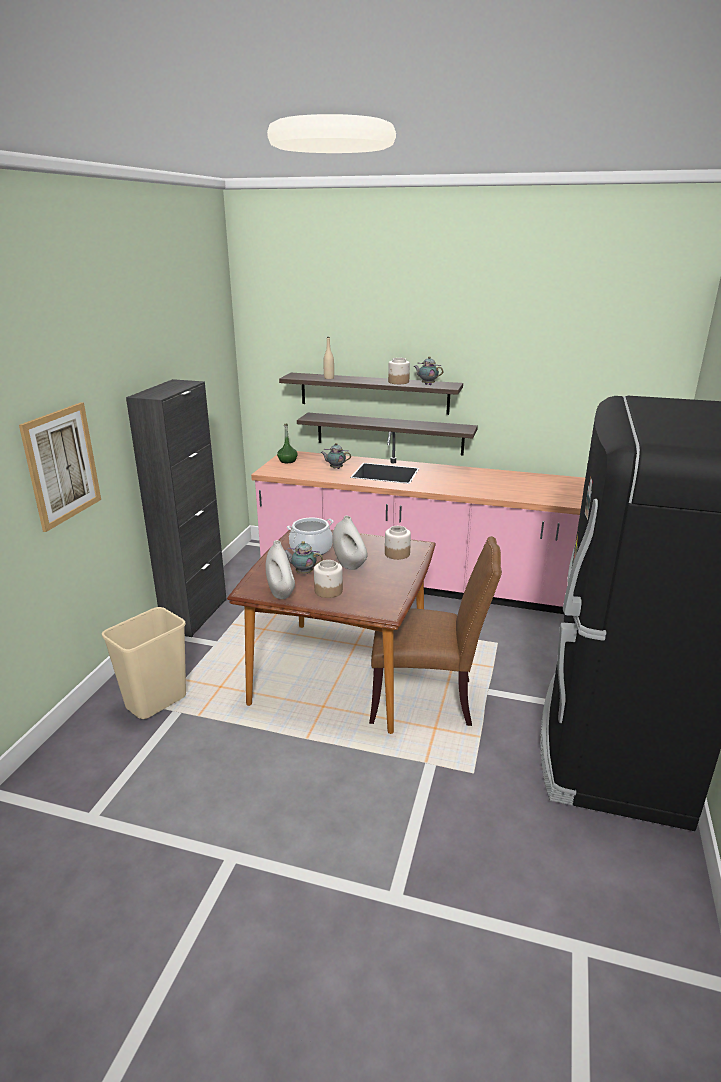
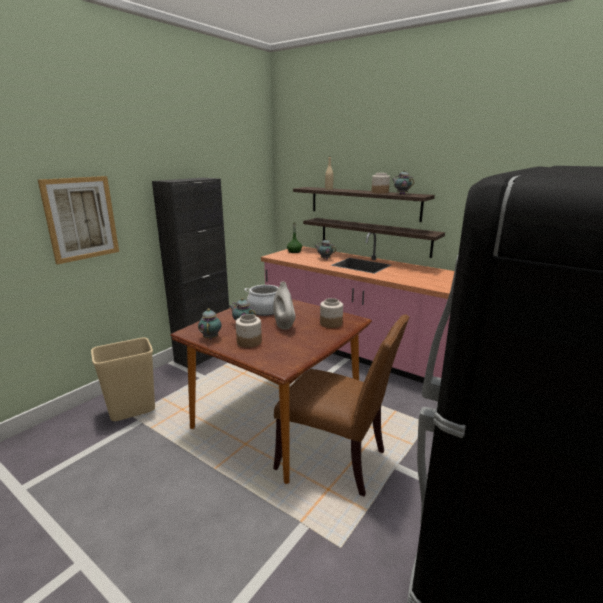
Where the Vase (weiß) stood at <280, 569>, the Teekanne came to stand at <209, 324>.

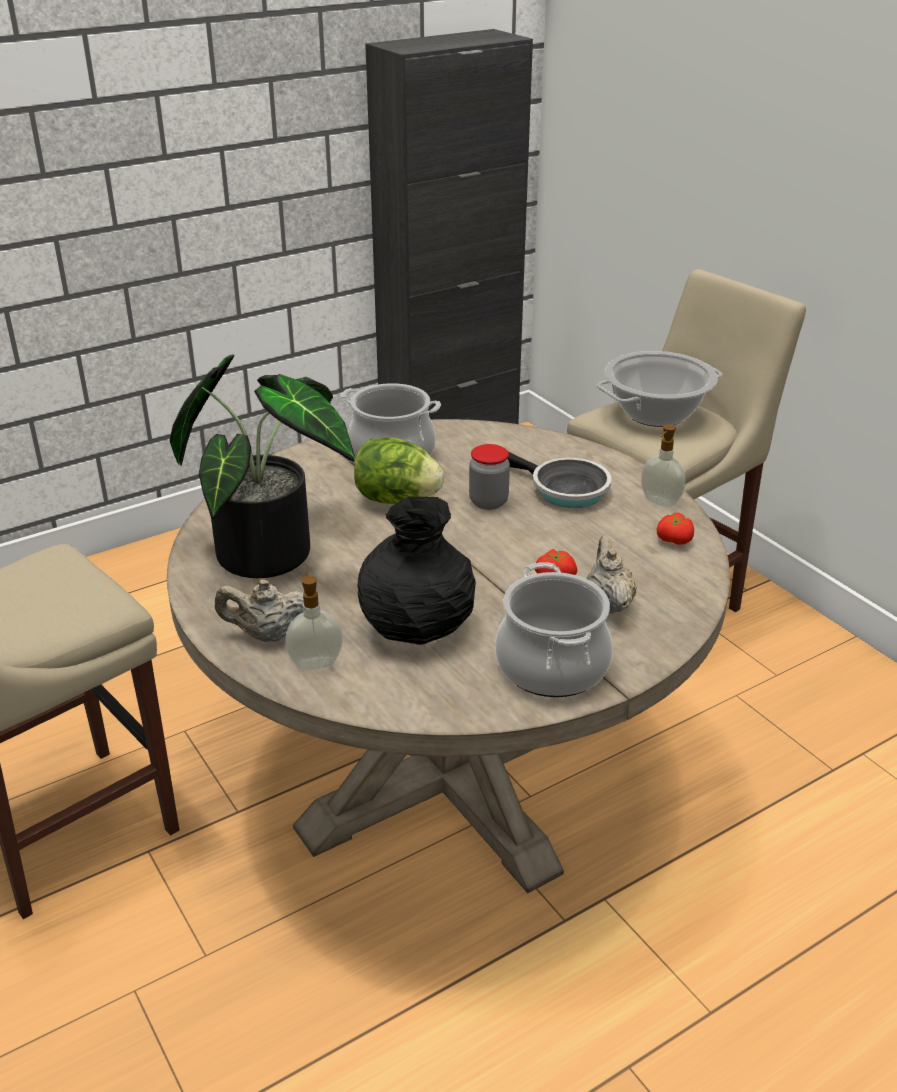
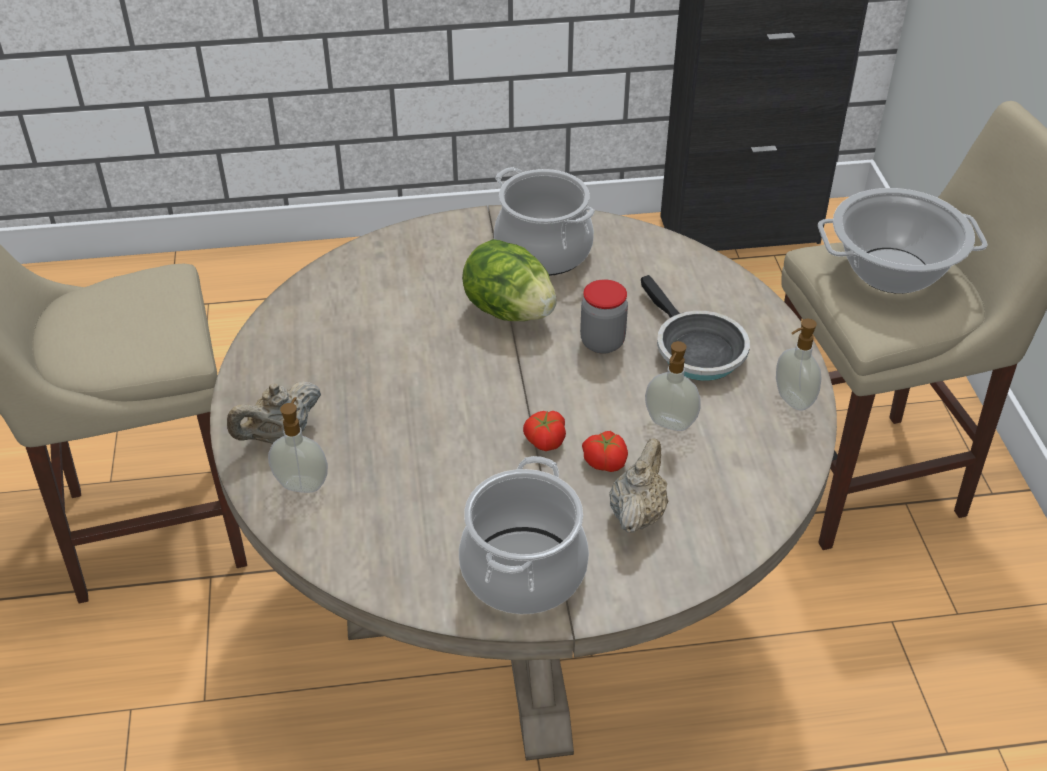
The second view lost the Topfpflanze at <262, 466>.
The second view lost the Vase (schwarz) at <416, 571>.
The Tomate ended up elsewhere, having gone from <675, 529> to <544, 431>.
The Teekanne (beige) at <259, 611> ended up facing another way, 60 degrees counterclockwise from before.
The second view gained the Seifenspender at <673, 386>.

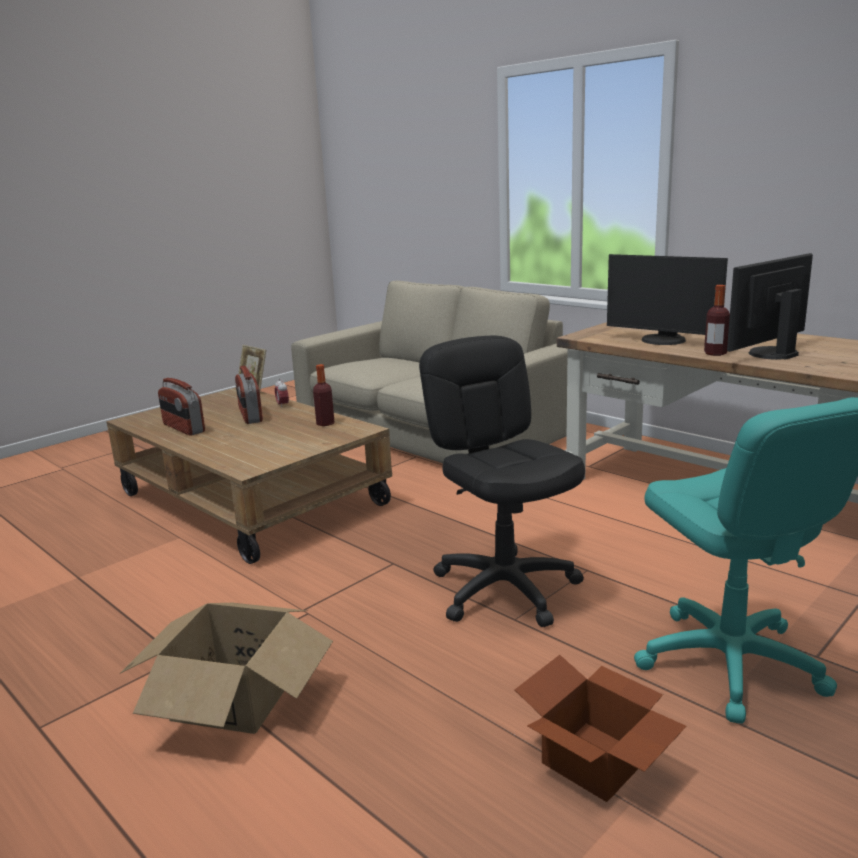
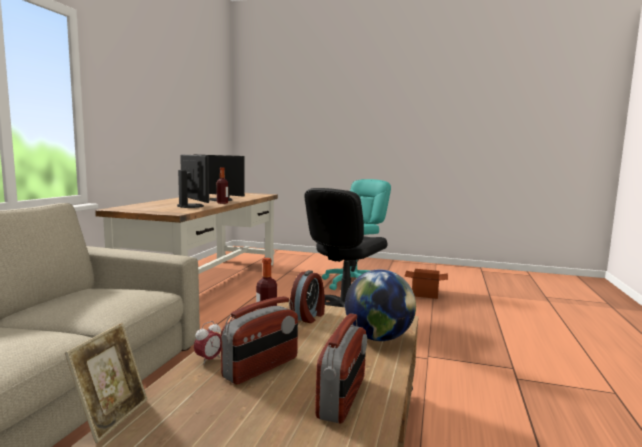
The Monitor at <667, 299> ended up facing another way, 45 degrees counterclockwise from before.
The second view lost the Karton at <226, 668>.
The second view gained the Globus at <380, 305>.
The second view gained the Wecker at <307, 296>.

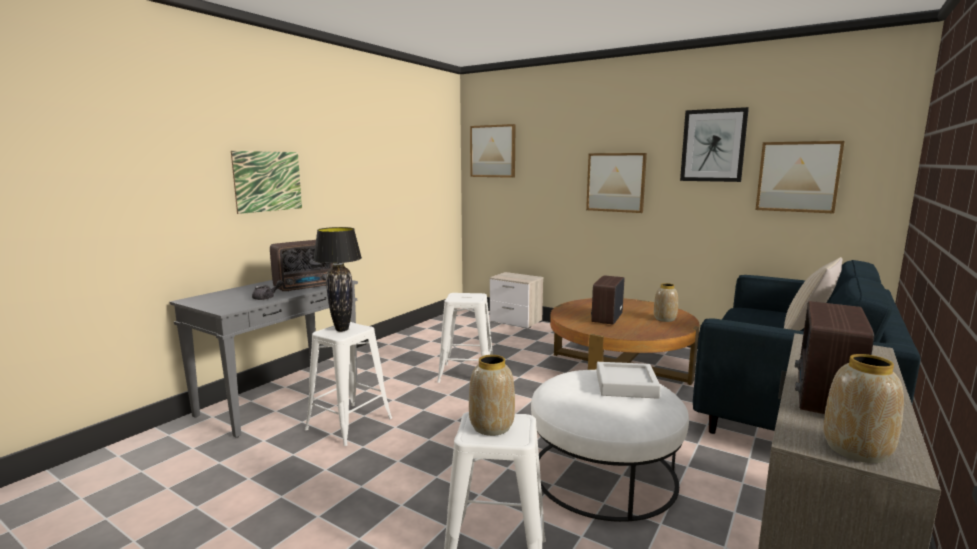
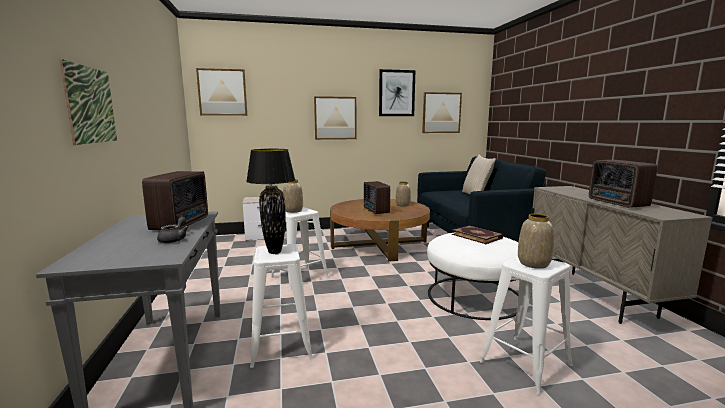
The Vase ended up elsewhere, having gone from <863, 408> to <293, 196>.
Where the Tablett (grau) stood at <628, 380>, the Buch came to stand at <477, 235>.

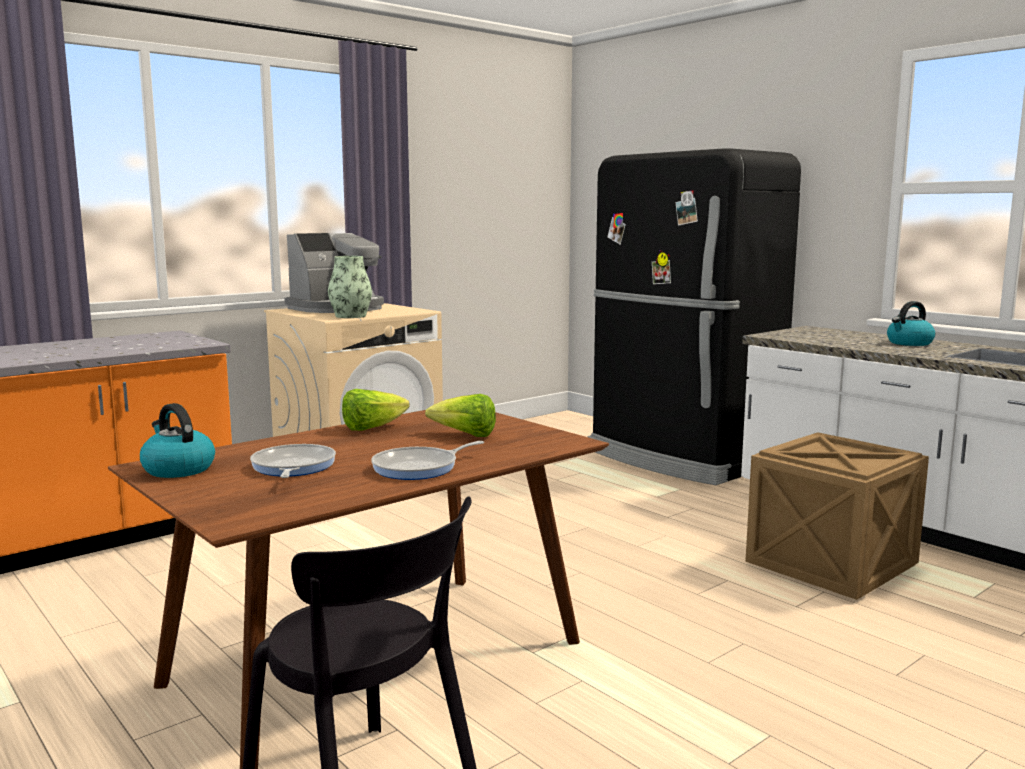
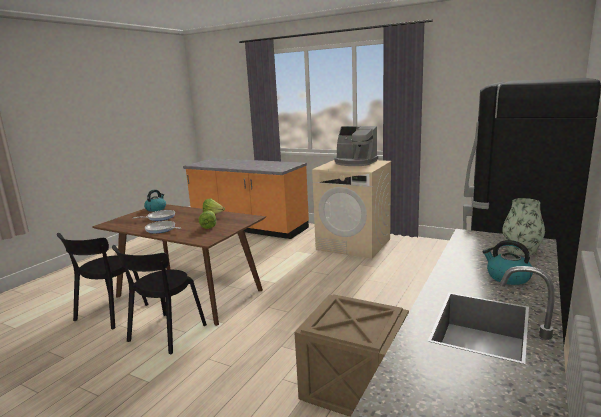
The Vase ended up elsewhere, having gone from <350, 287> to <523, 227>.
The second view gained the Stuhl (schwarz) at <159, 299>.

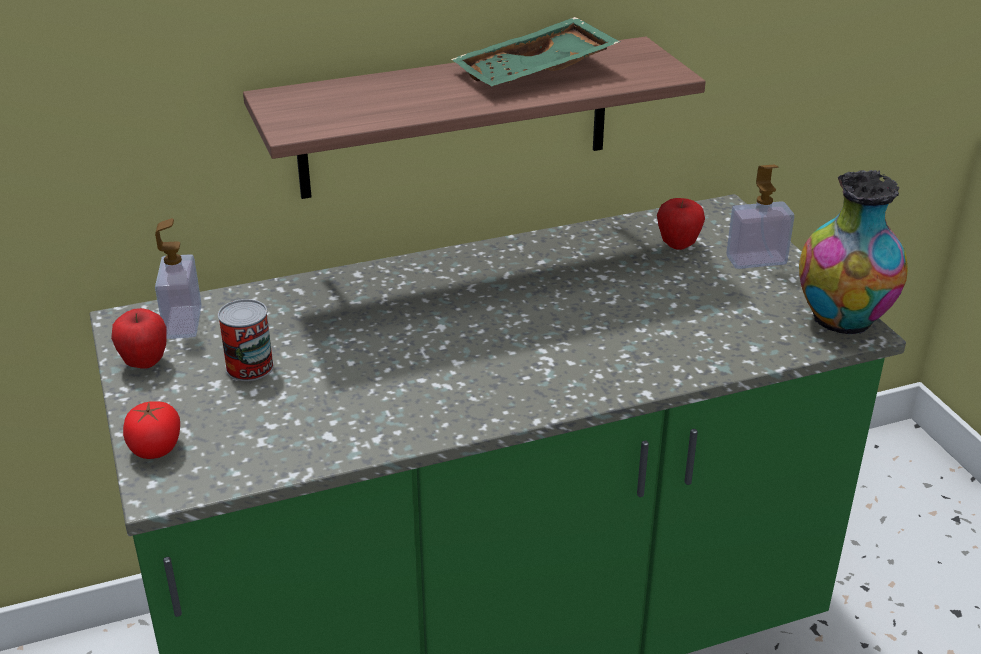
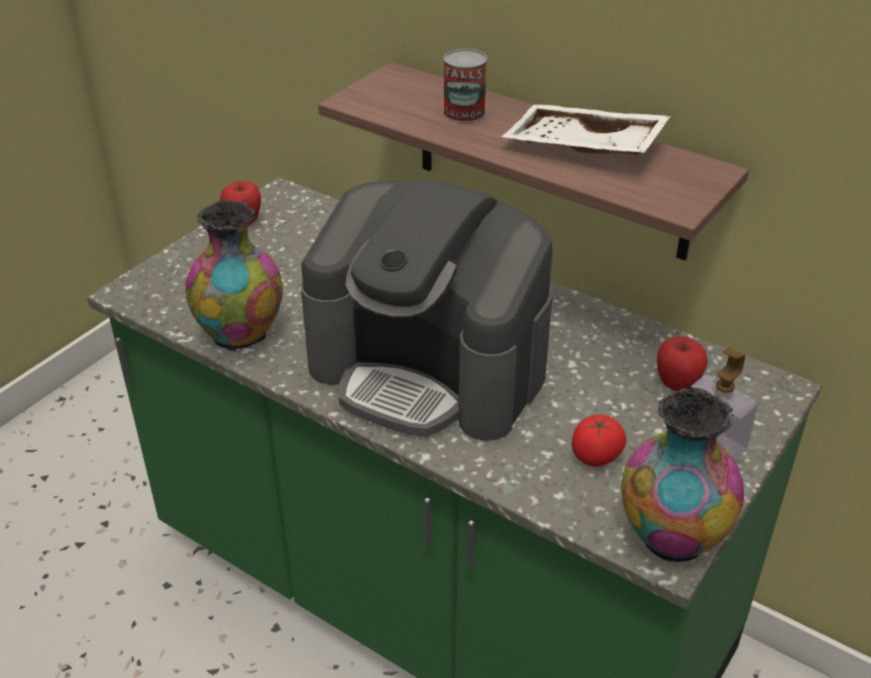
What was the Tablett (grün) at <535, 51> turned into the Tablett (weiß) at <586, 129>.
The second view lost the Seifenspender at <178, 278>.
The Dose ended up elsewhere, having gone from <246, 340> to <465, 86>.
The Tomate ended up elsewhere, having gone from <151, 430> to <598, 440>.
The second view gained the Kaffeemaschine at <427, 310>.
The second view gained the Vase at <234, 276>.

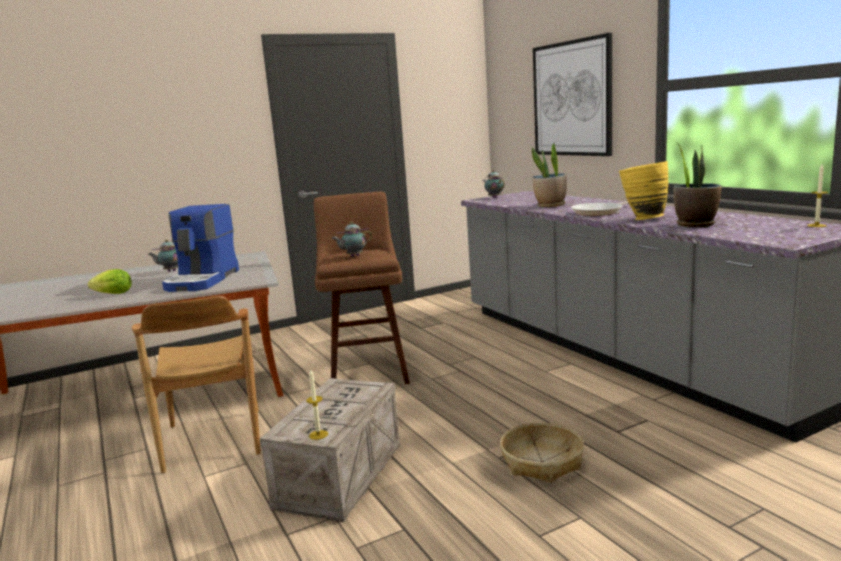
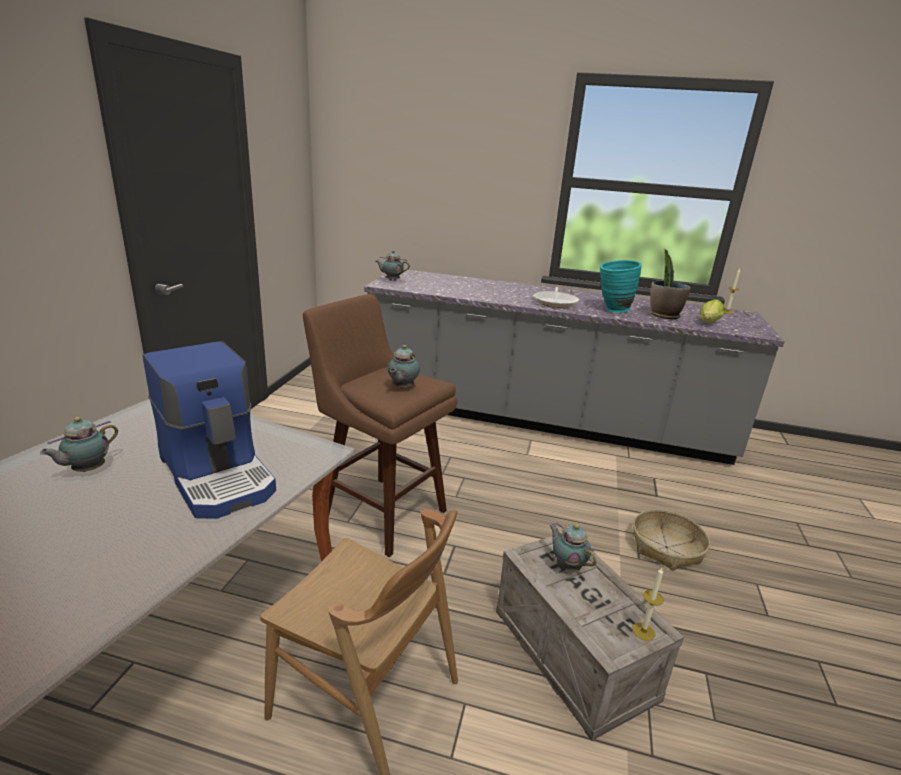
The second view lost the Bild at <572, 94>.
The second view lost the Topfpflanze at <549, 175>.
What was the Vase (gelb) at <643, 190> turned into the Vase (türkis) at <621, 286>.
The Salatkopf ended up elsewhere, having gone from <110, 281> to <712, 311>.
The second view gained the Teekanne at <573, 546>.

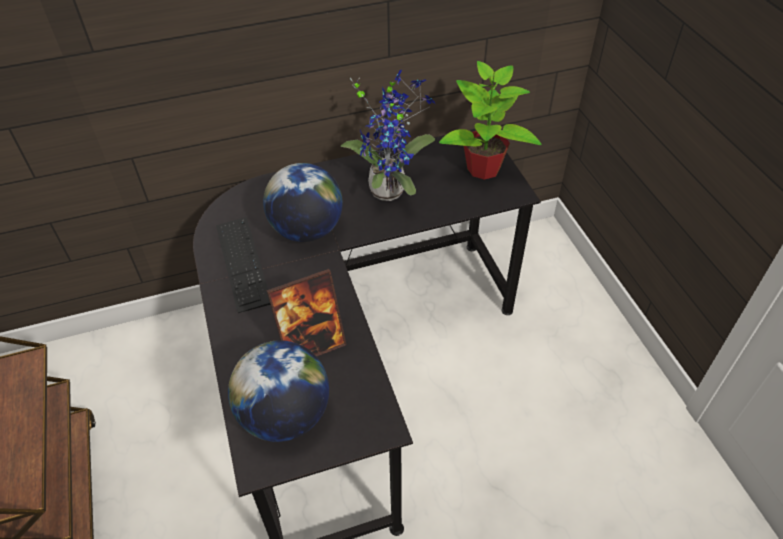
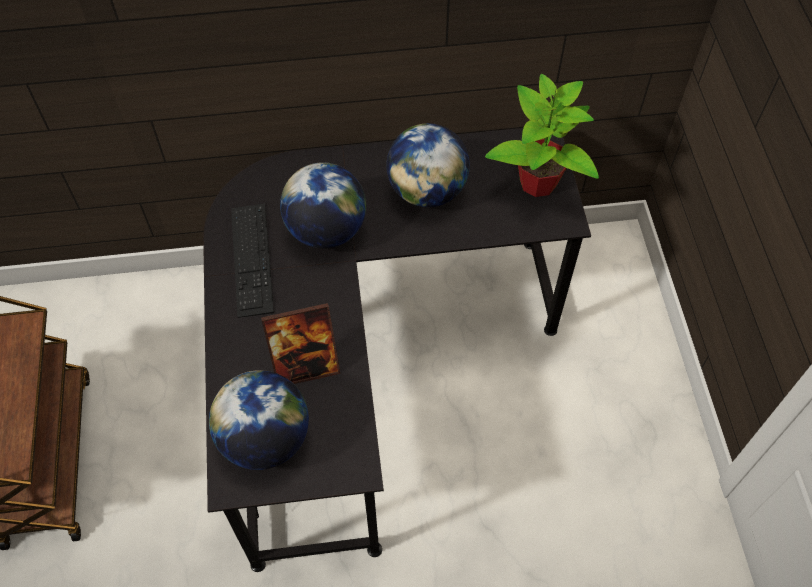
Where the Topfpflanze stood at <387, 135>, the Globus came to stand at <428, 165>.

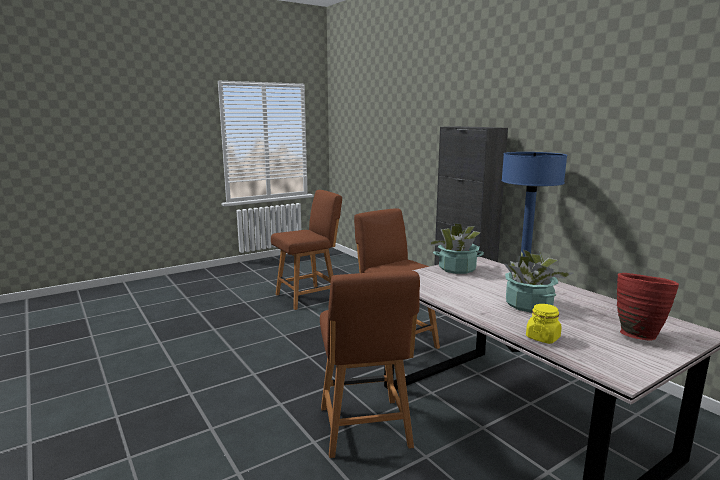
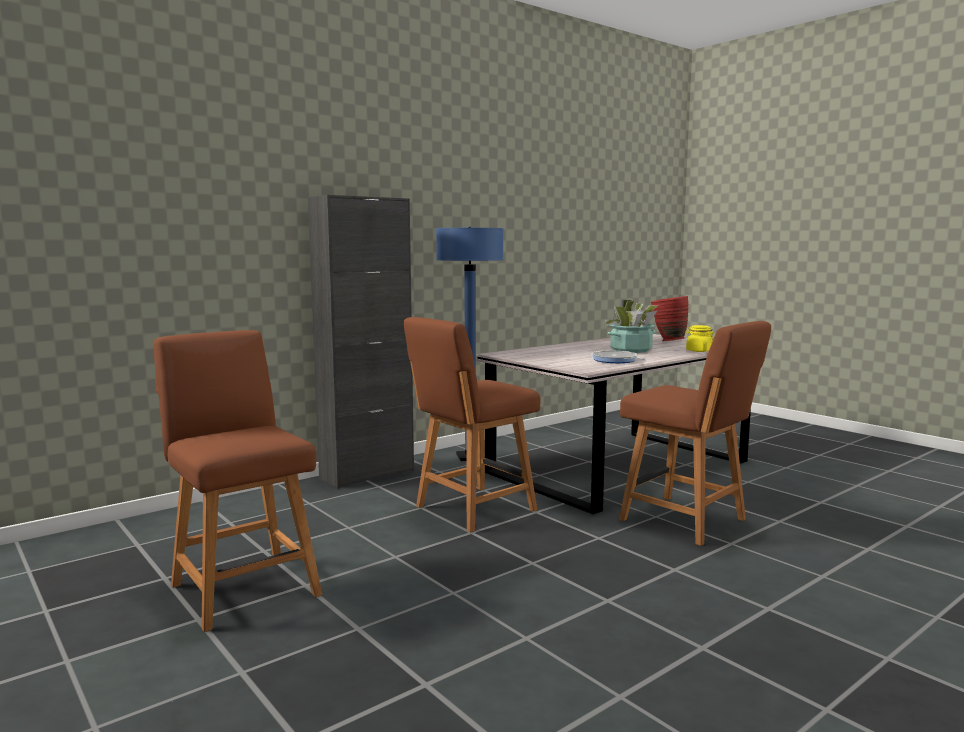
The second view lost the Topfpflanze at <456, 248>.
The Stuhl (braun) at <370, 364> ended up facing another way, 60 degrees clockwise from before.
The second view gained the Pfanne at <618, 357>.

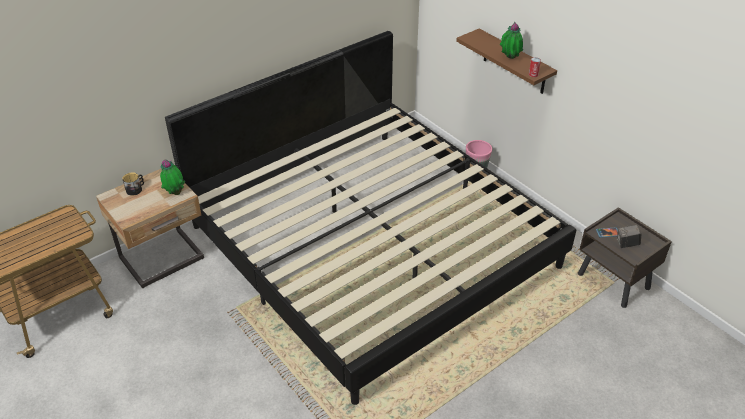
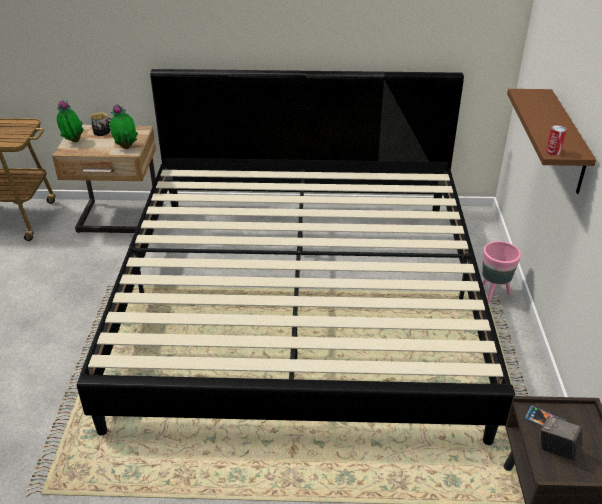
The Topfpflanze ended up elsewhere, having gone from <511, 40> to <70, 121>.

